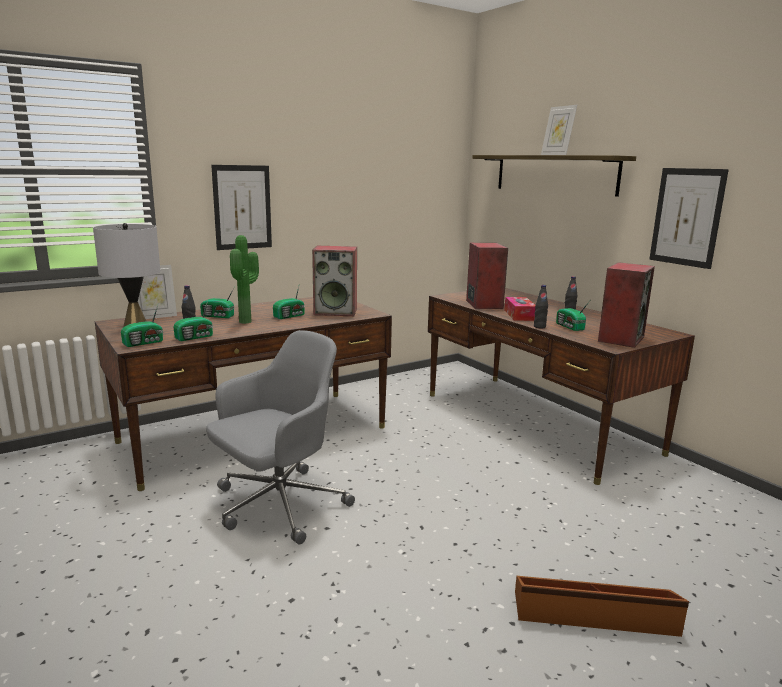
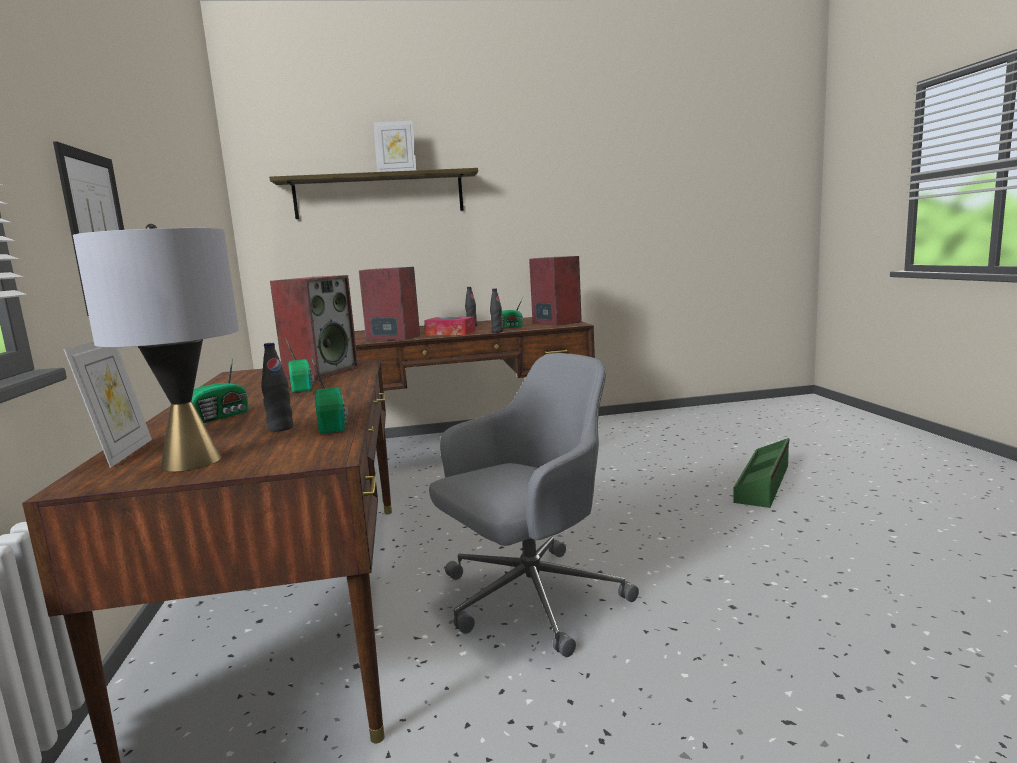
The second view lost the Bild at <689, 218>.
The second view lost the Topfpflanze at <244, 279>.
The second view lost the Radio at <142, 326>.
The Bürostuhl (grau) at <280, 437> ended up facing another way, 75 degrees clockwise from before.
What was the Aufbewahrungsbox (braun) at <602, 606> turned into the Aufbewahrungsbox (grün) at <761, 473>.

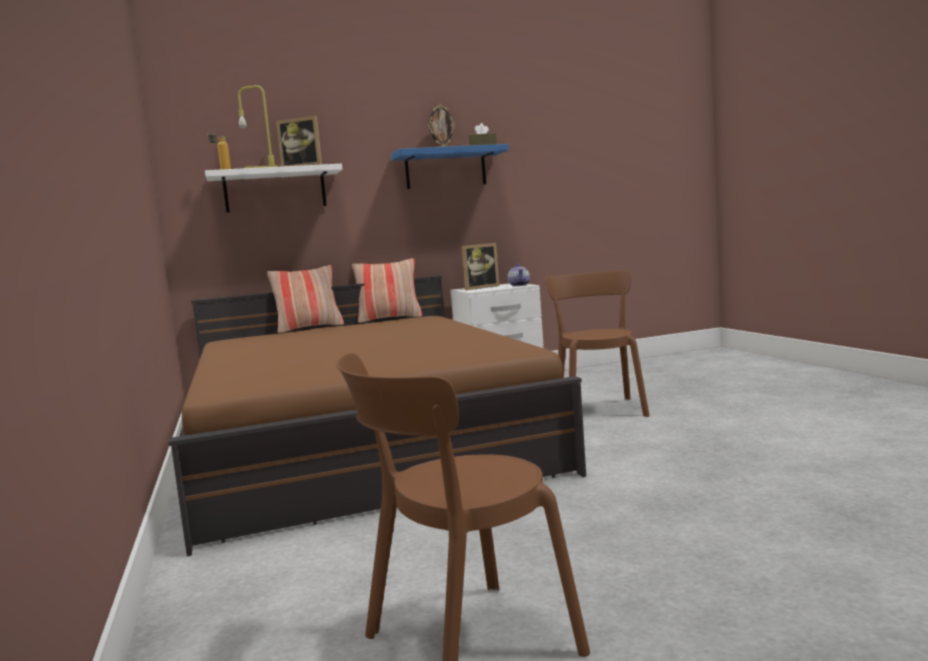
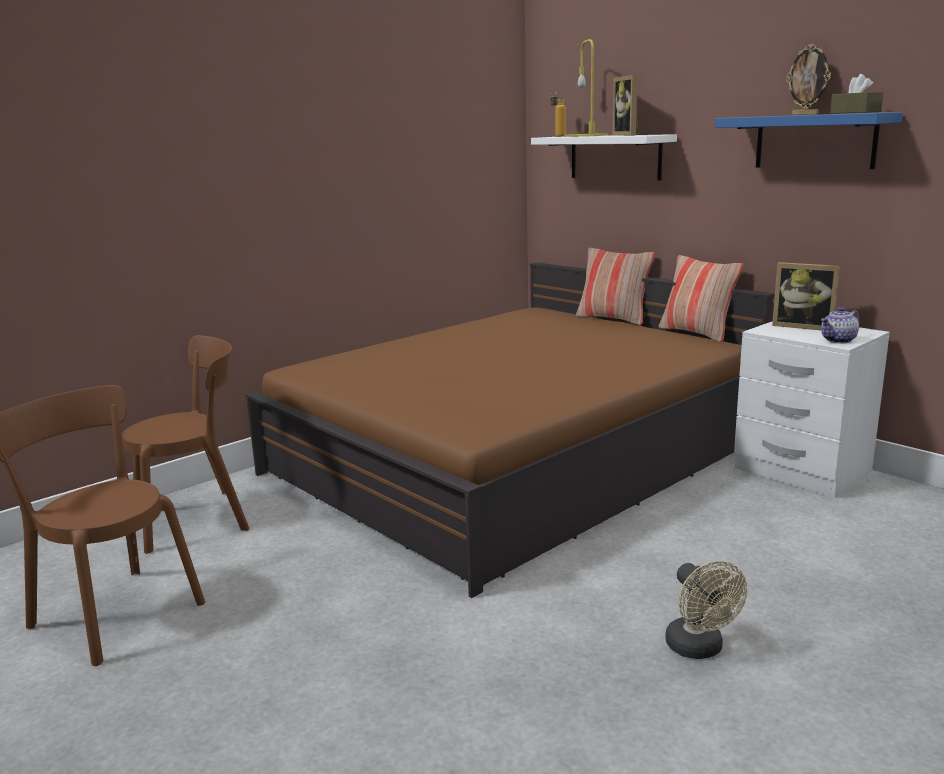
The Stuhl (braun) ended up elsewhere, having gone from <597, 343> to <185, 444>.
The second view gained the Ventilator (beige) at <706, 610>.

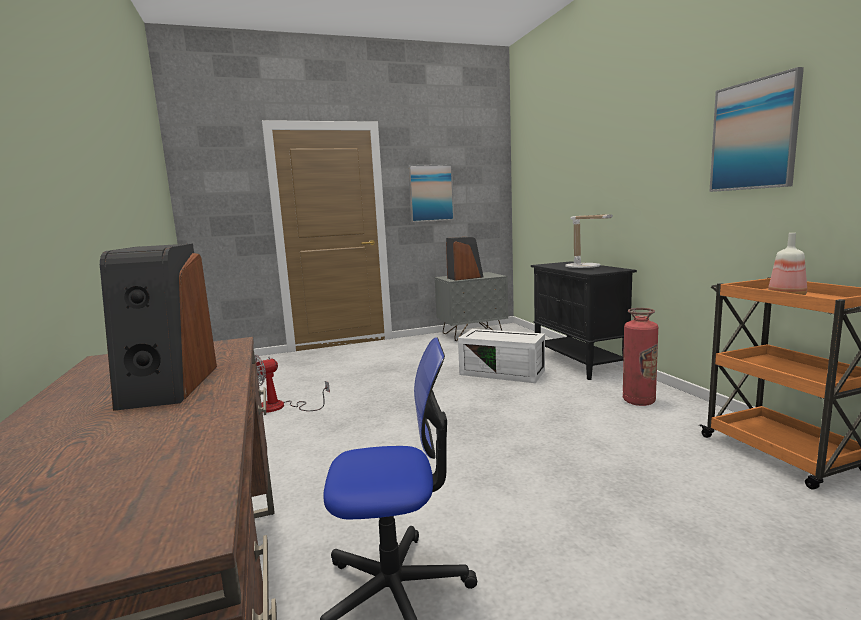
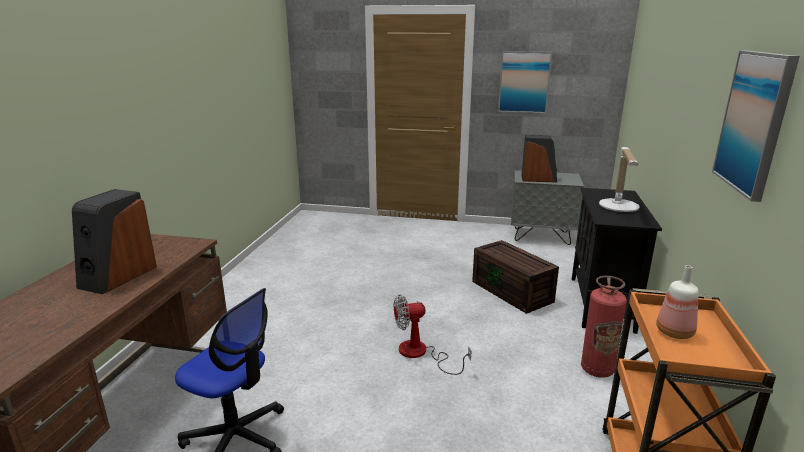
What was the Aufbewahrungsbox (weiß) at <501, 356> turned into the Aufbewahrungsbox (braun) at <515, 277>.
The Ventilator ended up elsewhere, having gone from <292, 383> to <432, 334>.

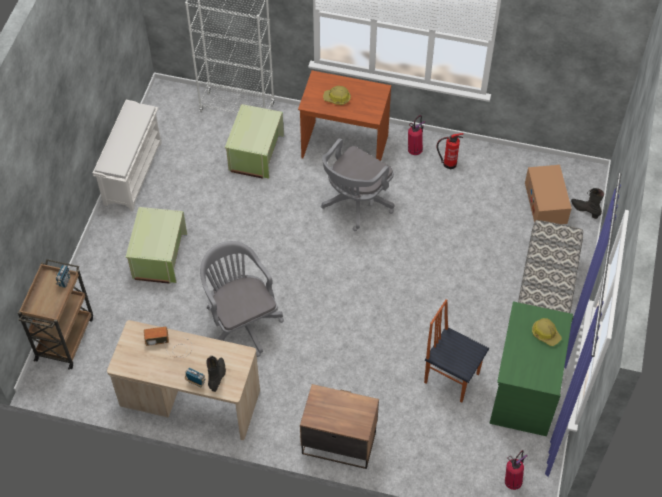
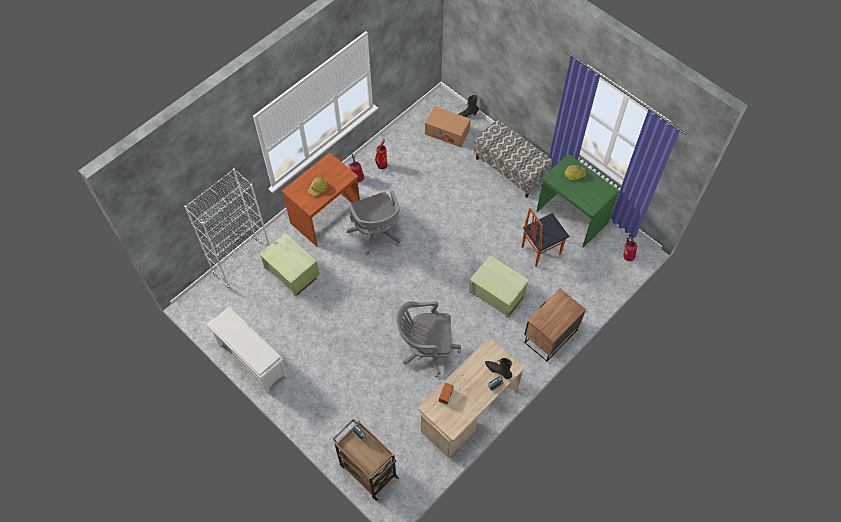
The Aufbewahrungsbox (grün) ended up elsewhere, having gone from <156, 245> to <499, 286>.

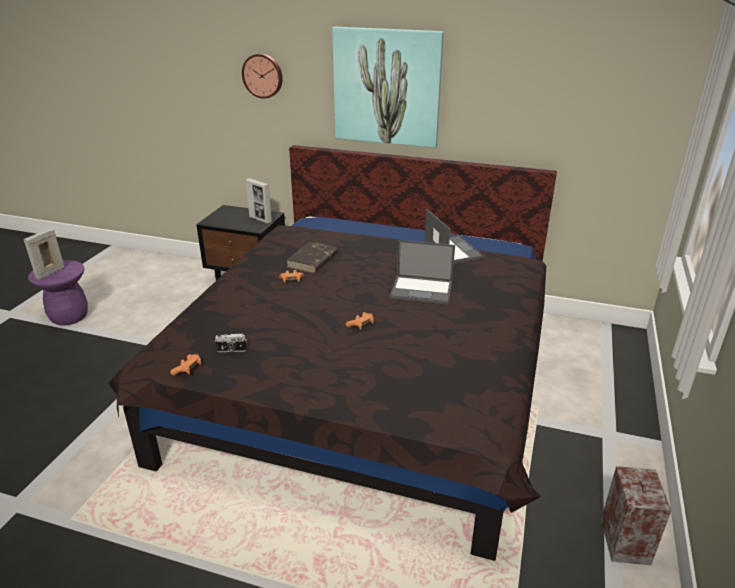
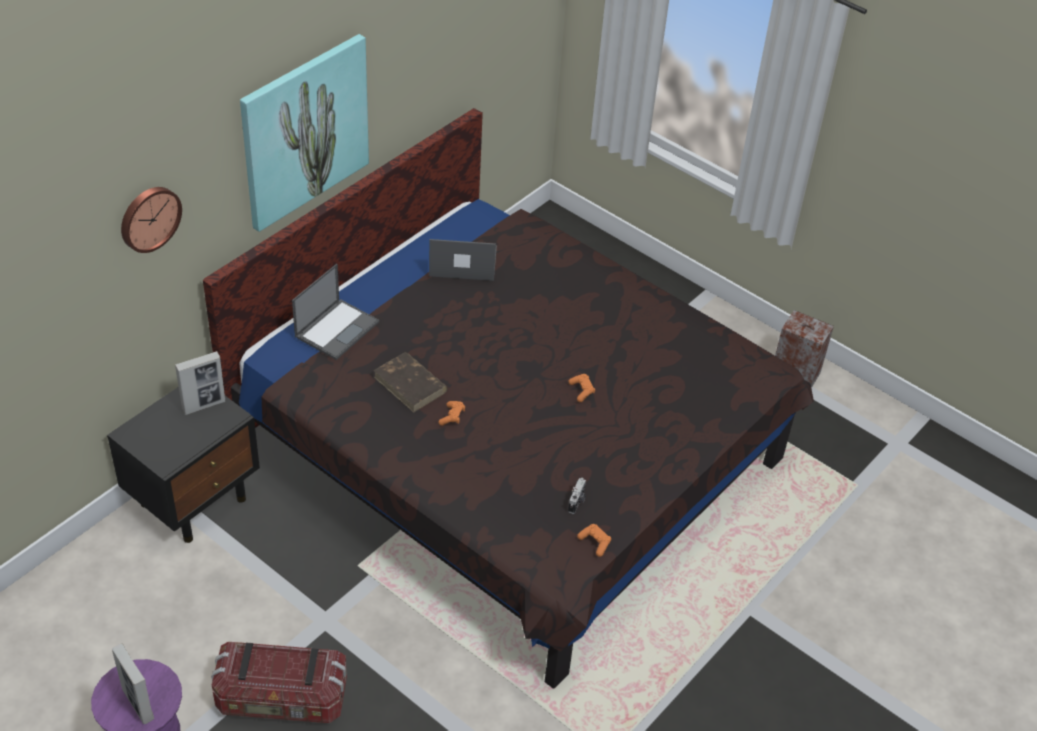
The Laptop ended up elsewhere, having gone from <422, 272> to <335, 312>.
The second view gained the Aufbewahrungsbox at <279, 682>.

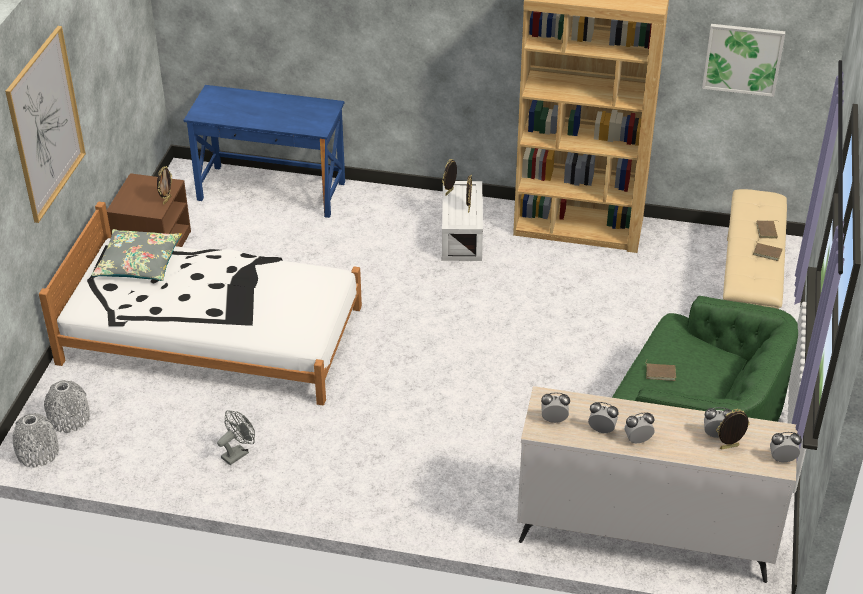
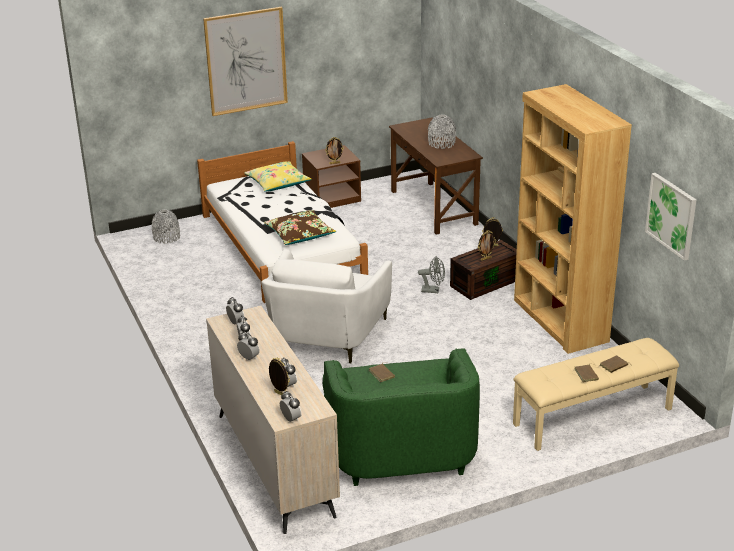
What was the Schreibtisch (blau) at <264, 151> turned into the Schreibtisch (braun) at <436, 176>.
What was the Aufbewahrungsbox (weiß) at <462, 221> turned into the Aufbewahrungsbox (braun) at <483, 270>.
What was the Kissen (grau) at <136, 255> turned into the Kissen (gelb) at <277, 176>.
The Ventilator (grau) ended up elsewhere, having gone from <236, 437> to <431, 274>.
The Vase (grau) ended up elsewhere, having gone from <35, 440> to <442, 131>.
The second view gained the Kissen (braun) at <300, 227>.
The second view gained the Sessel (weiß) at <326, 306>.

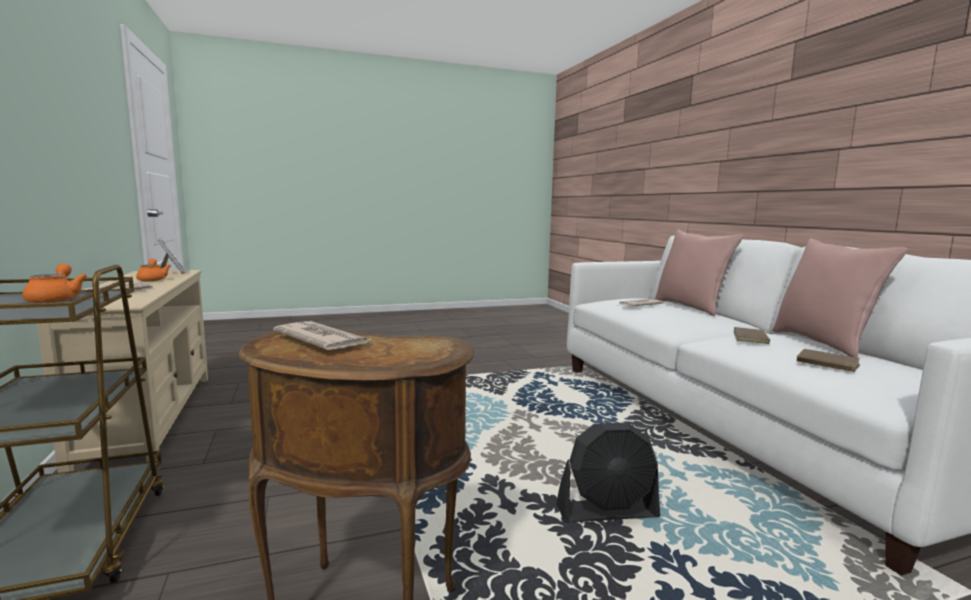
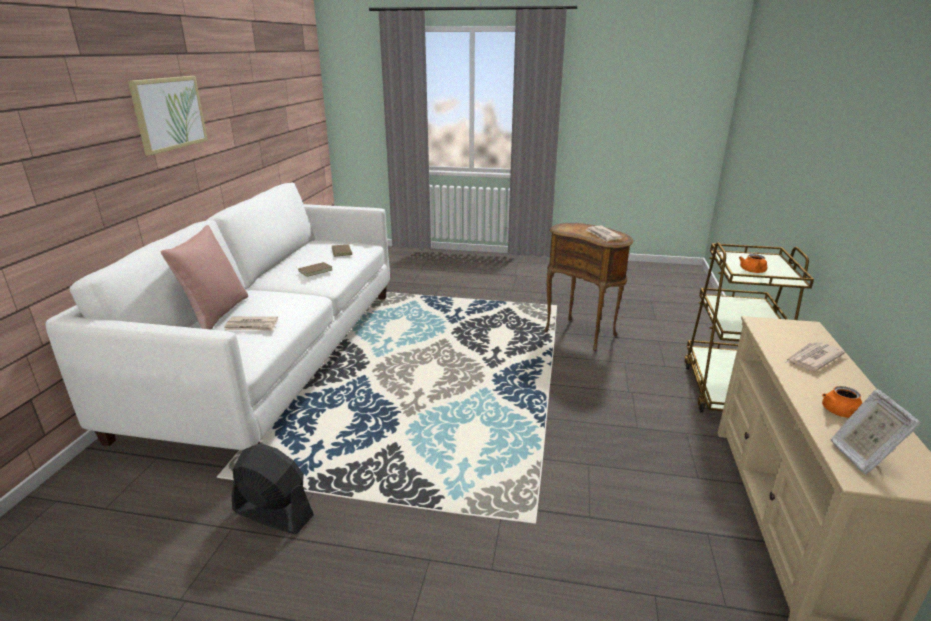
The second view lost the Kissen (rosa) at <840, 298>.
The Ventilator (schwarz) ended up elsewhere, having gone from <608, 473> to <272, 488>.
The second view gained the Bild at <168, 115>.

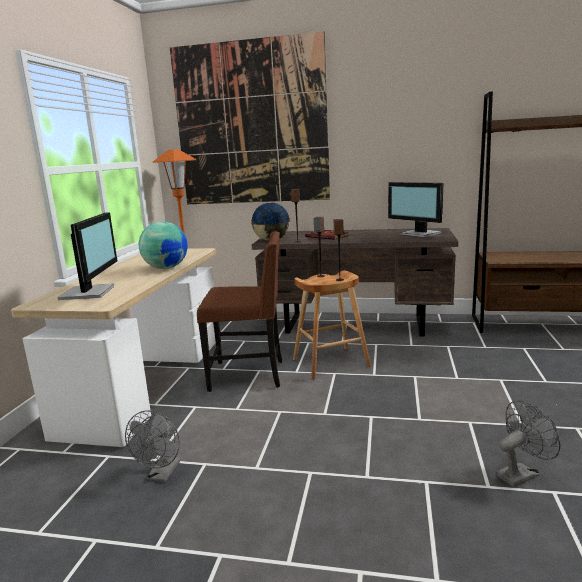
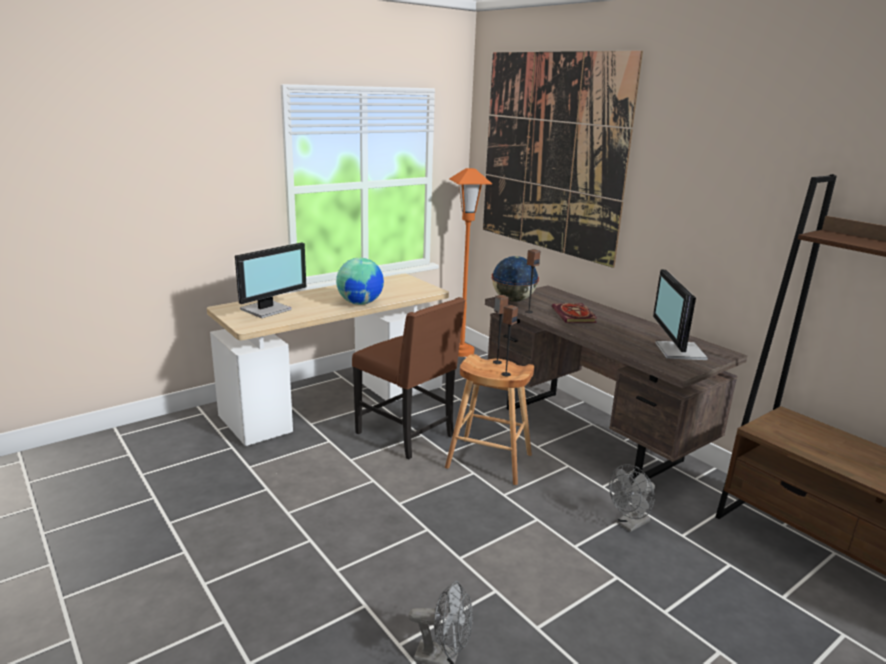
The Ventilator (grau) ended up elsewhere, having gone from <152, 446> to <632, 498>.

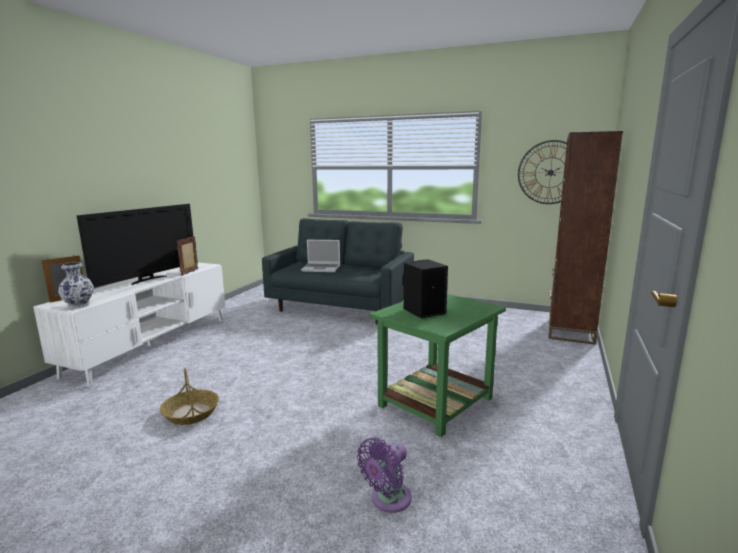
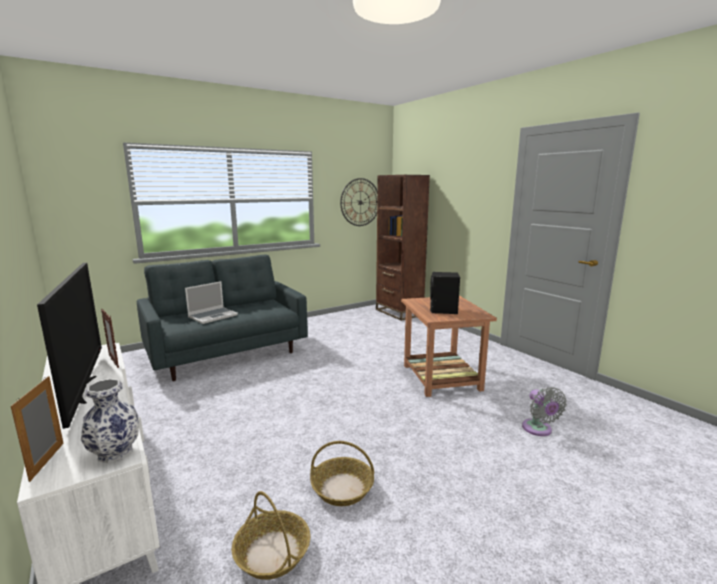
What was the Beistelltisch (grün) at <437, 365> turned into the Beistelltisch (braun) at <449, 346>.
What was the Ventilator (lila) at <384, 475> turned into the Ventilator (grau) at <544, 411>.
The second view gained the Korb at <271, 535>.

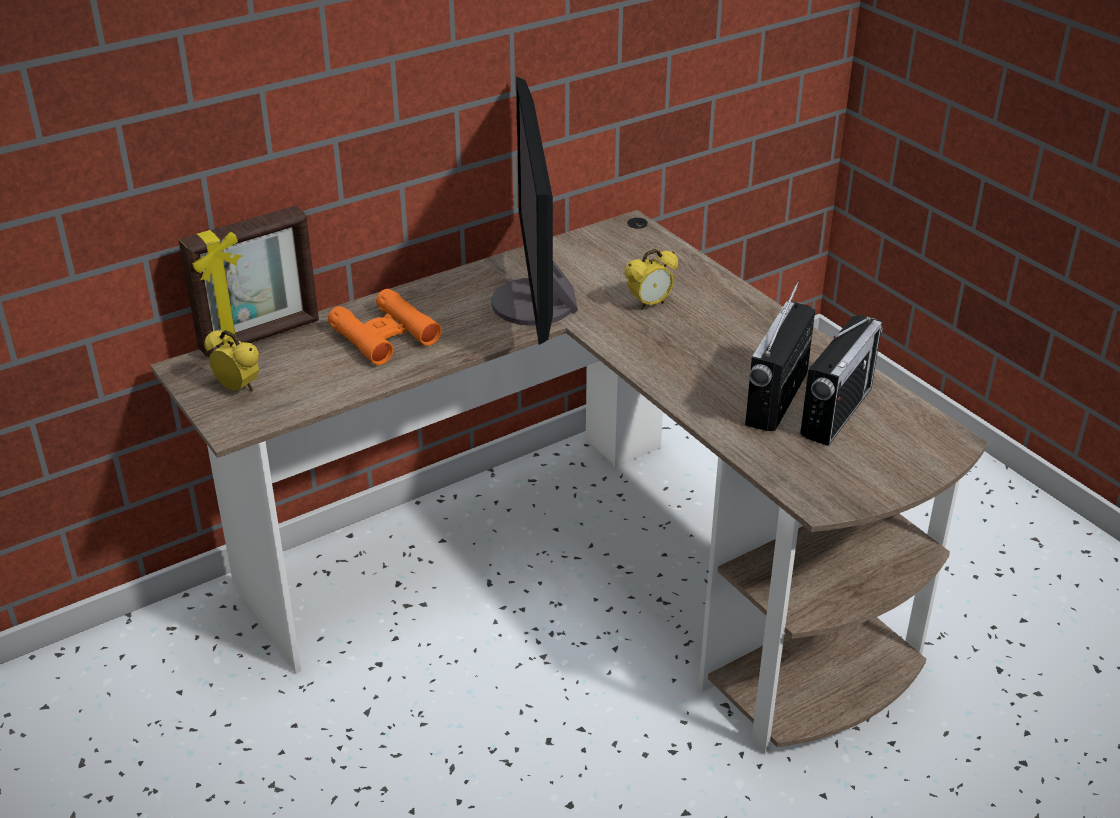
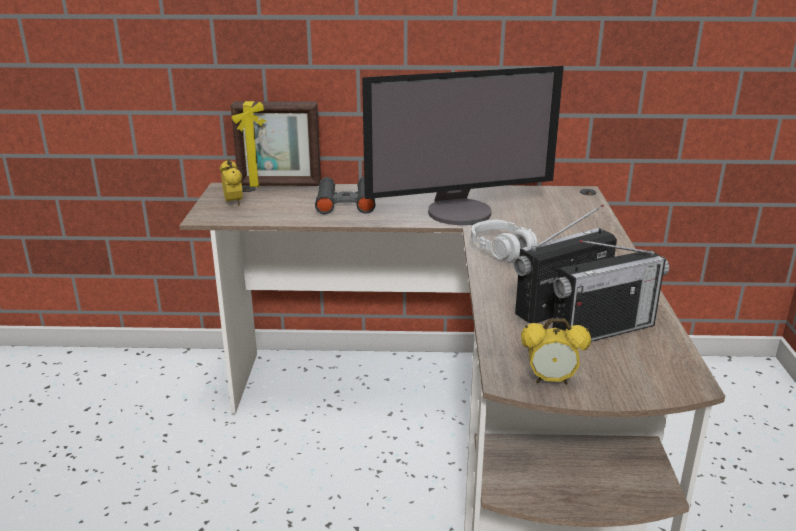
The Monitor at <535, 211> ended up facing another way, 135 degrees counterclockwise from before.
The Wecker ended up elsewhere, having gone from <651, 279> to <556, 351>.
What was the Fernglas (orange) at <385, 327> turned into the Fernglas (schwarz) at <345, 195>.
The second view gained the Kopfhörer (grau) at <504, 240>.

